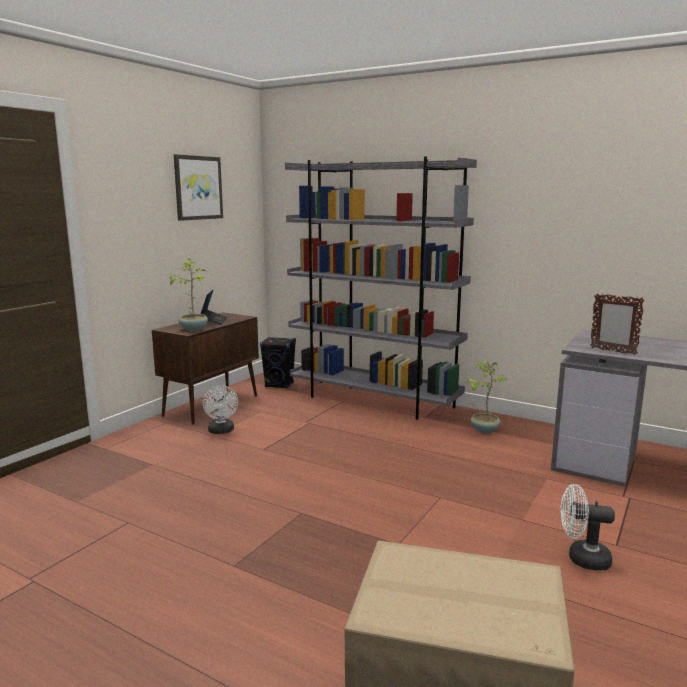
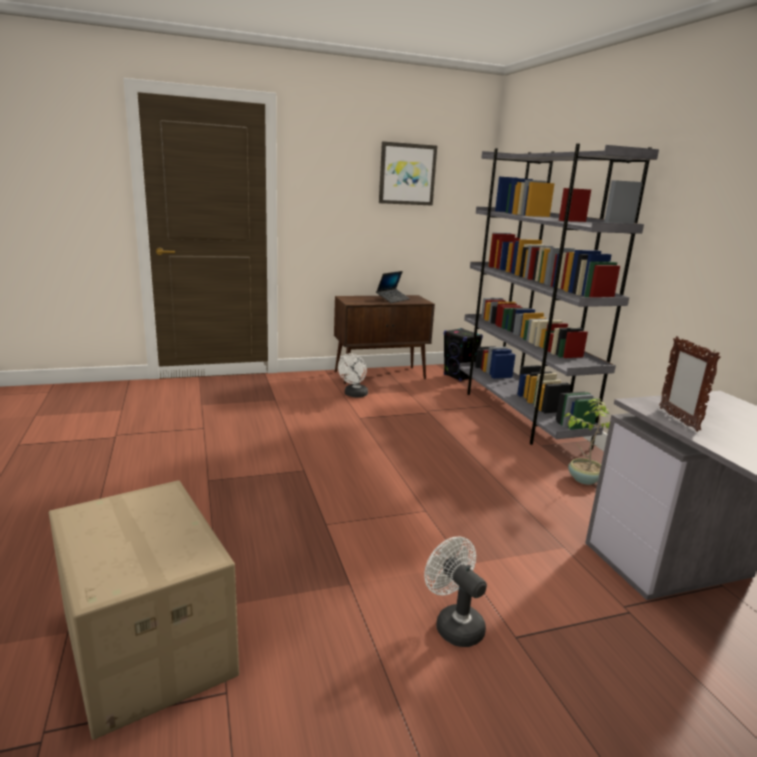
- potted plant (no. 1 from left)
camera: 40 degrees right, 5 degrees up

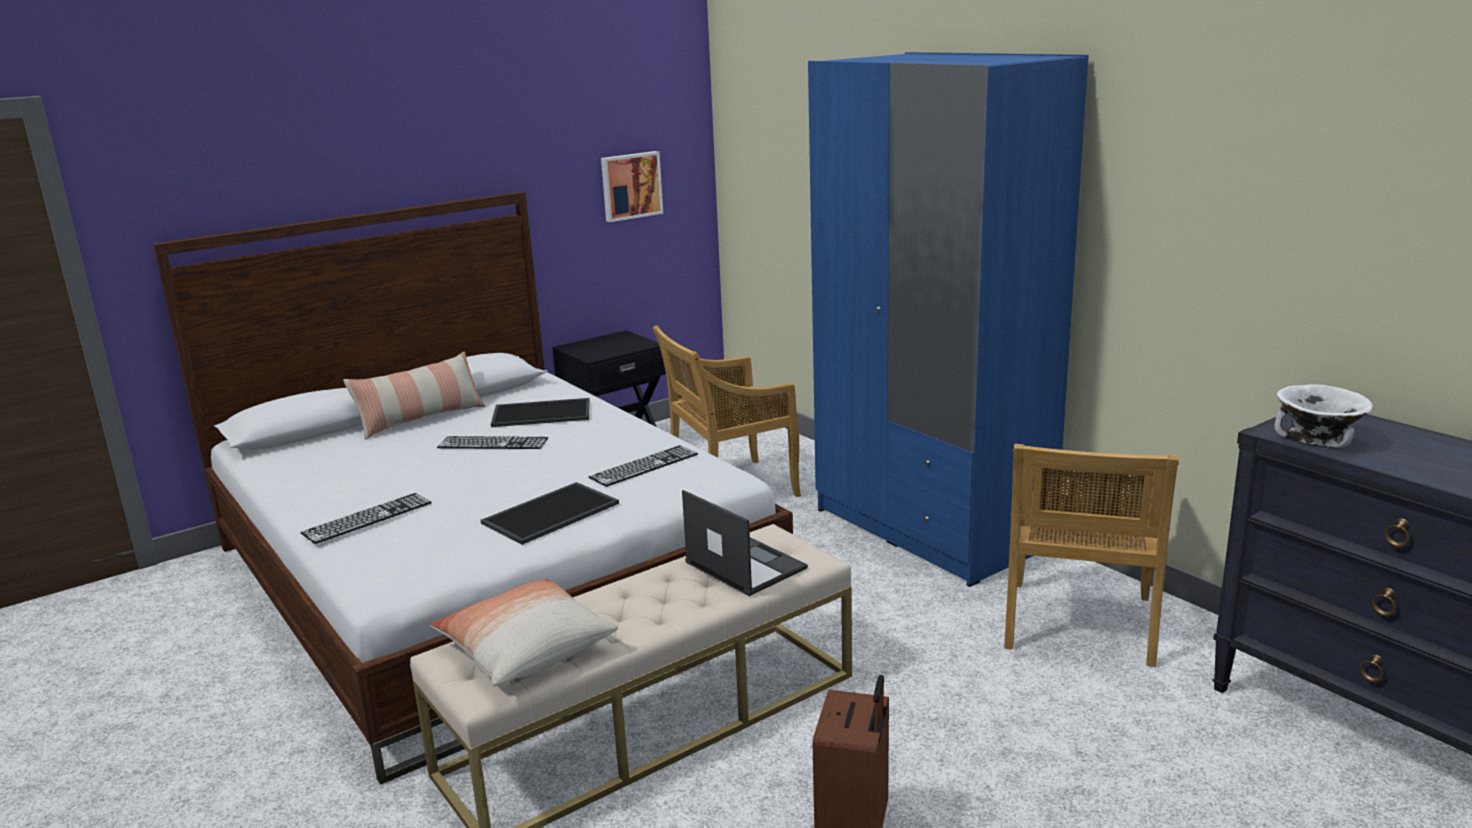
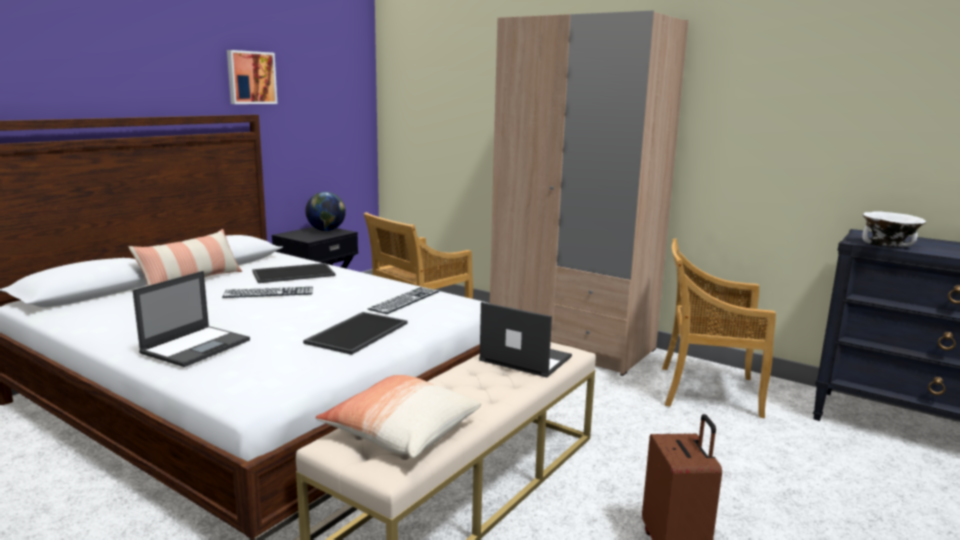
~ keyboard (no. 1 from left) to laptop (no. 1 from left)
~ picture
+ globe
~ blue wardrobe to beige wardrobe
~ beige chair (no. 2 from left) 105 degrees clockwise
camera: 20 degrees left, 5 degrees down

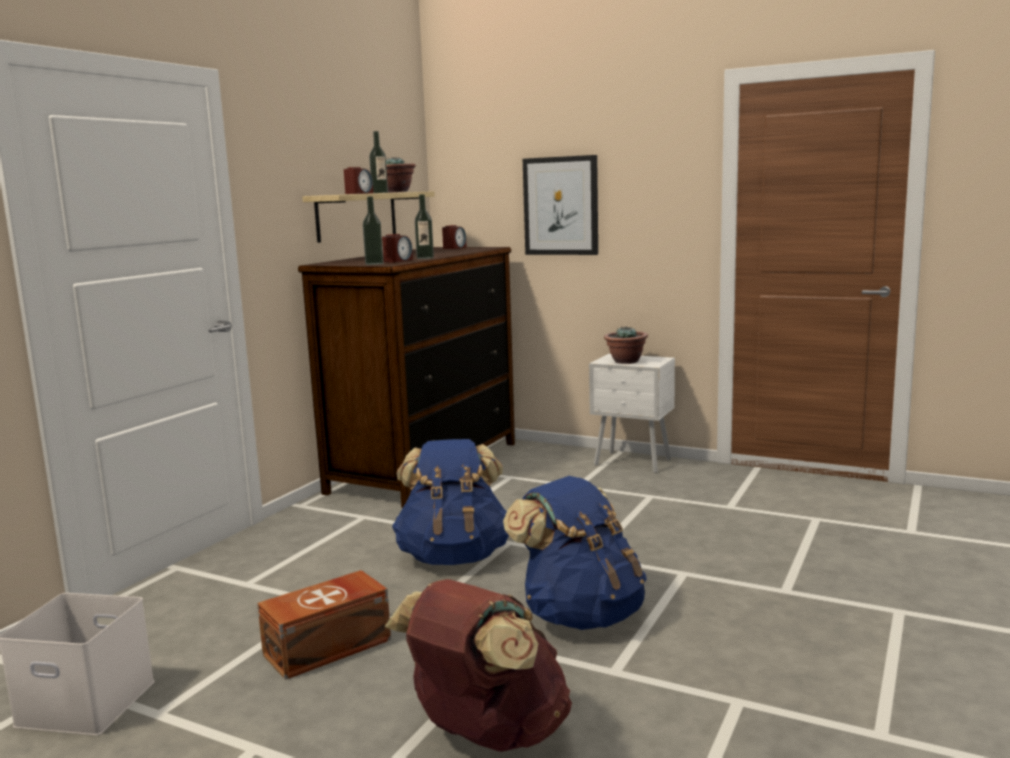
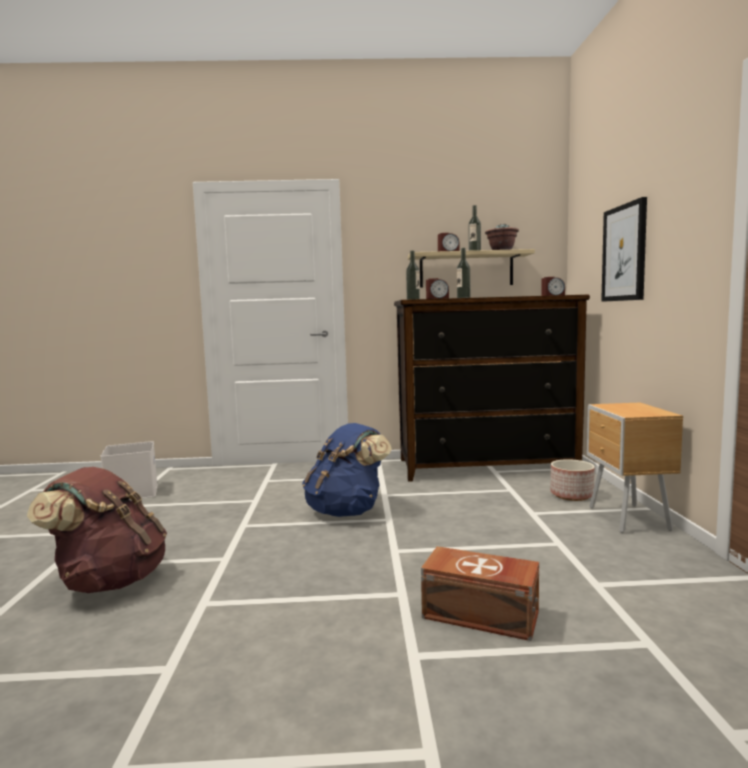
~ brown storage box
+ planter
~ white nightstand to brown nightstand
- blue backpack (no. 2 from left)
- potted plant (no. 2 from left)
camera: 60 degrees right, 5 degrees down

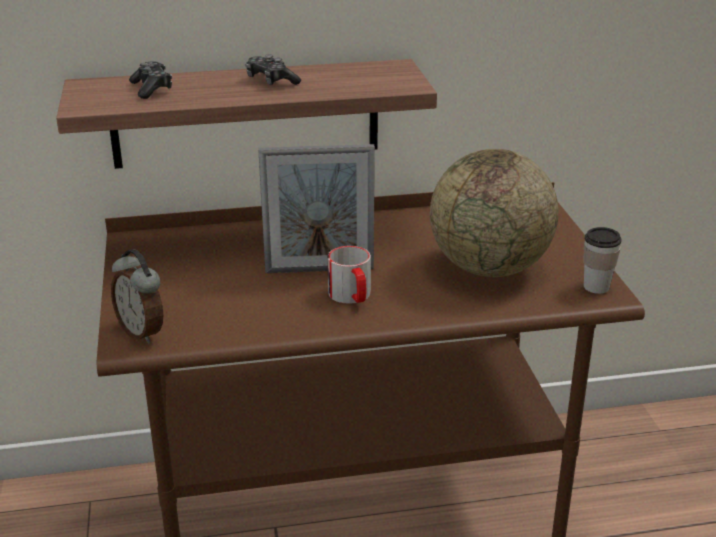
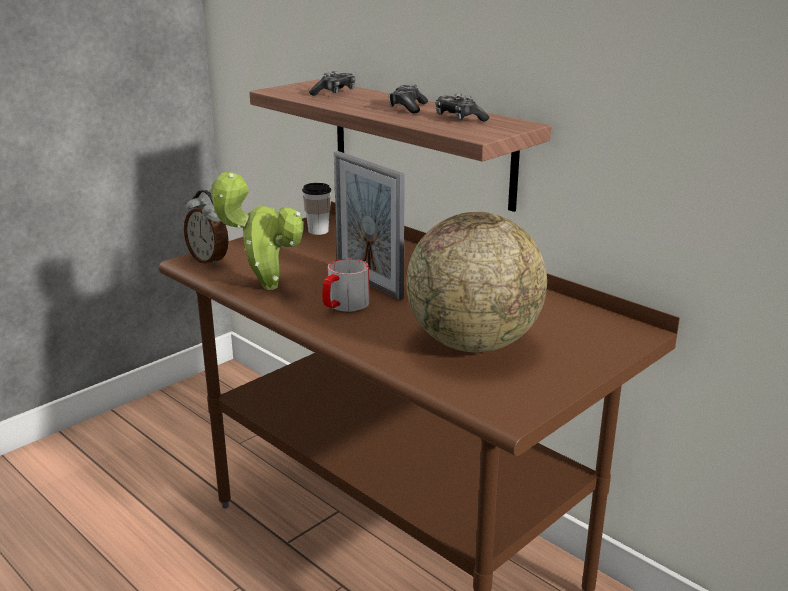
~ alarm clock 60 degrees counterclockwise
+ potted plant
~ cup
+ game controller (no. 3 from left)
camera: 55 degrees right, 5 degrees down

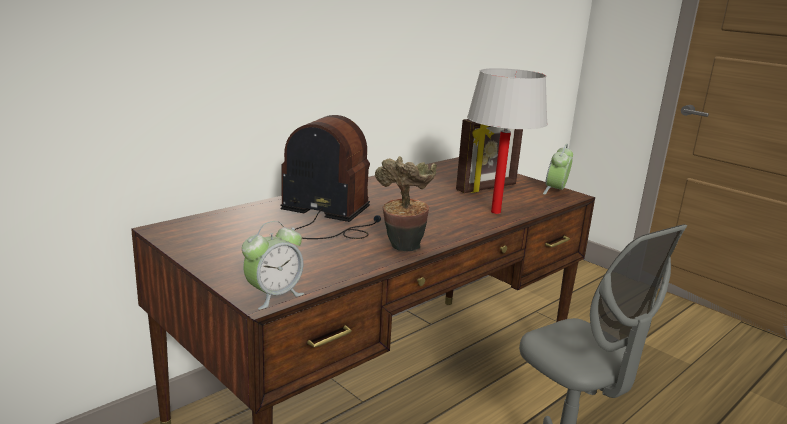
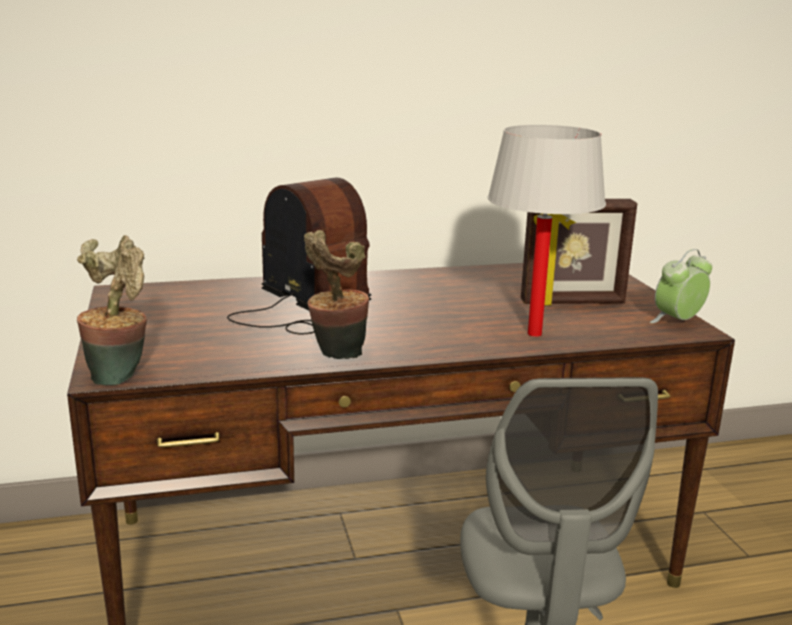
~ alarm clock (no. 1 from left) to potted plant (no. 1 from left)
camera: 30 degrees right, 0 degrees up

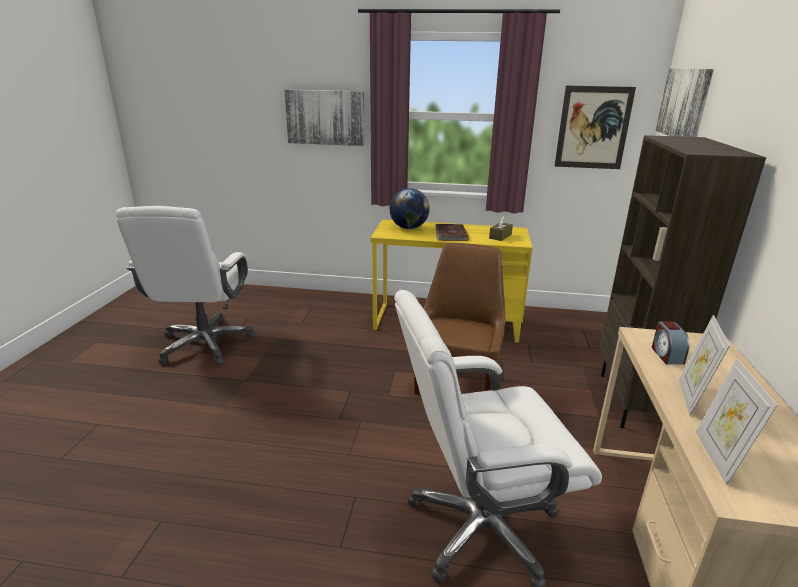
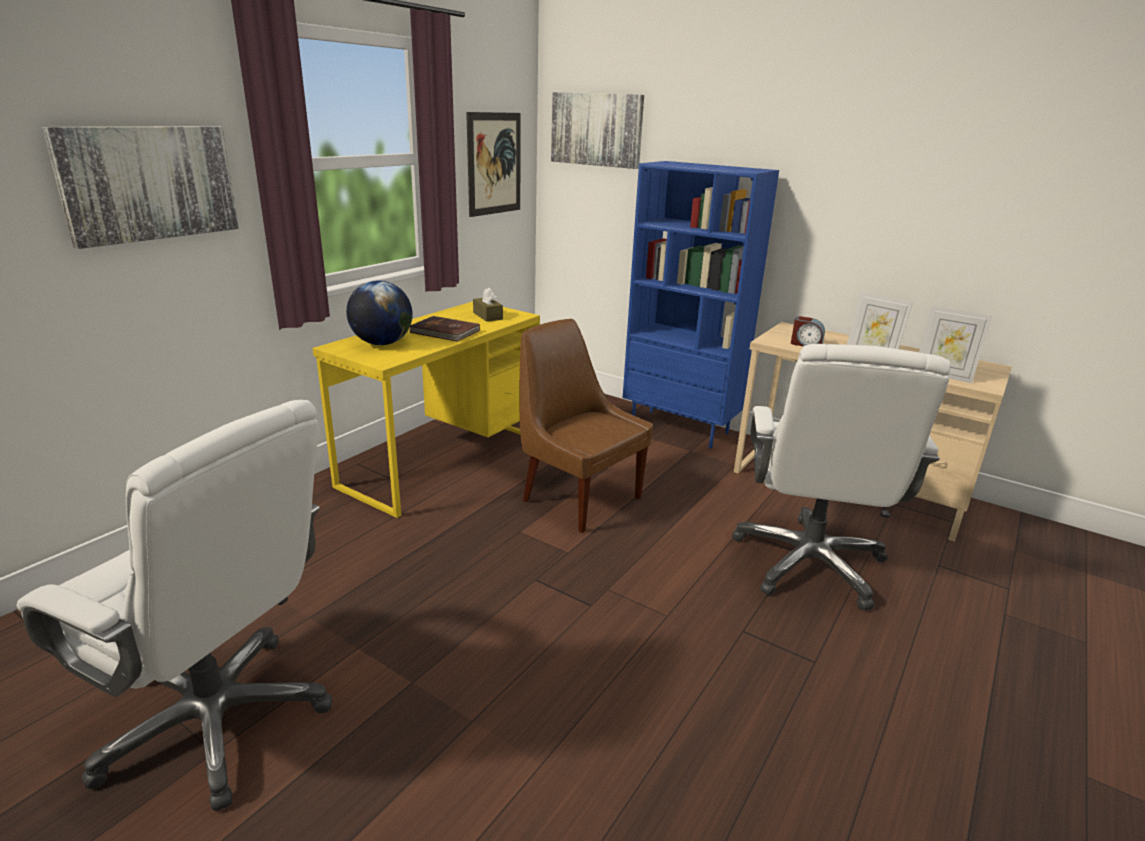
~ brown bookcase to blue bookcase
camera: 65 degrees left, 0 degrees up

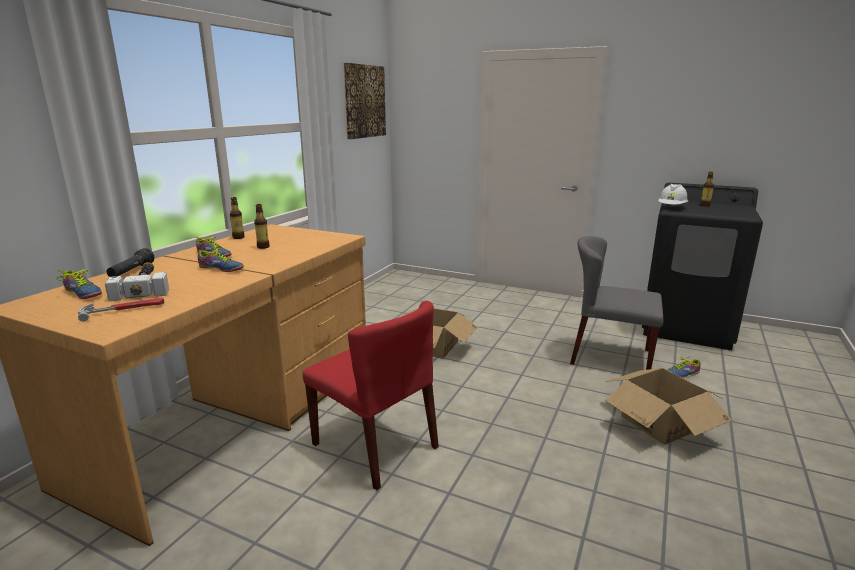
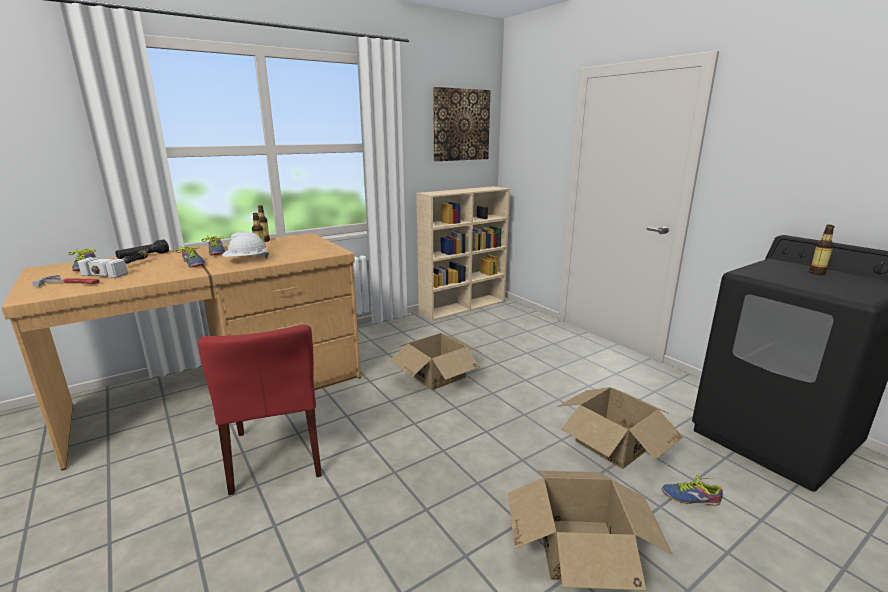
~ white hard hat
+ beige bookcase
~ grey chair to cardboard box (no. 3 from left)
camera: 30 degrees right, 0 degrees up

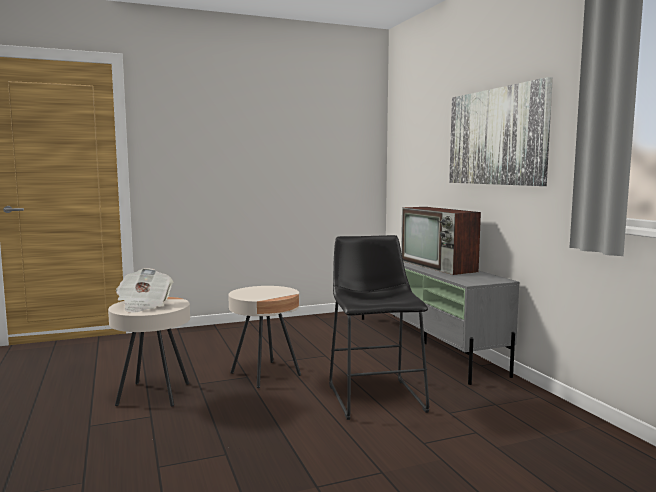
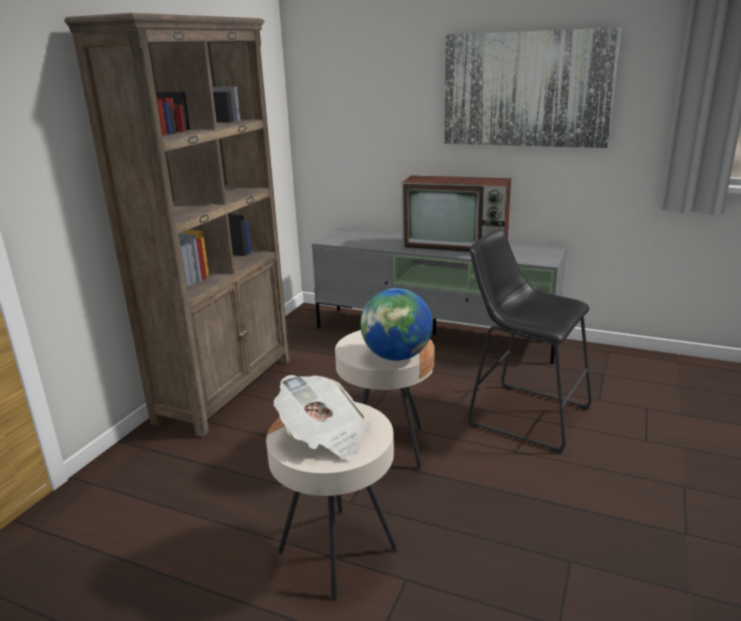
+ brown bookcase
+ globe
camera: 45 degrees left, 15 degrees up

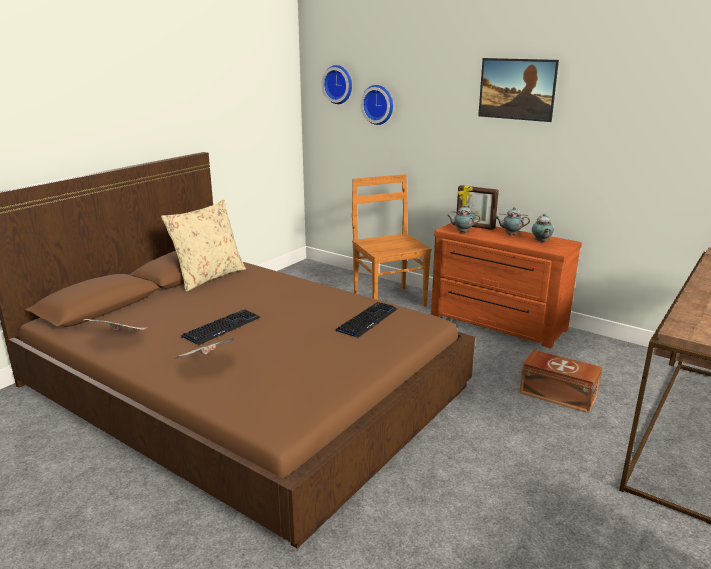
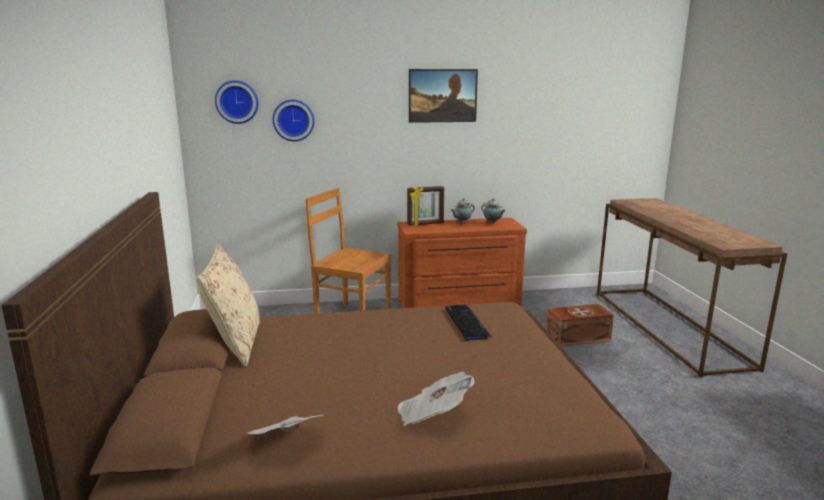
- keyboard (no. 1 from left)
- teapot (no. 1 from left)
camera: 45 degrees left, 5 degrees down

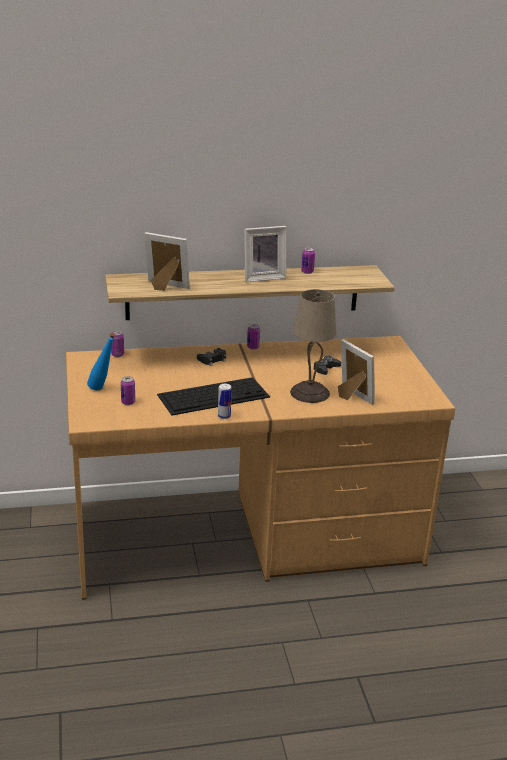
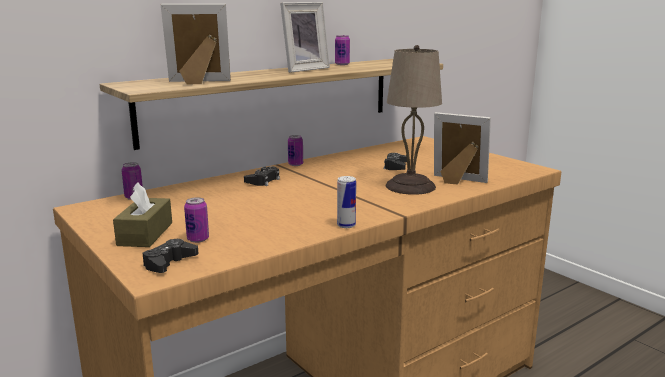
~ blue bottle to brown tissue box
+ black game controller (no. 1 from left)
- keyboard
camera: 25 degrees left, 10 degrees down

